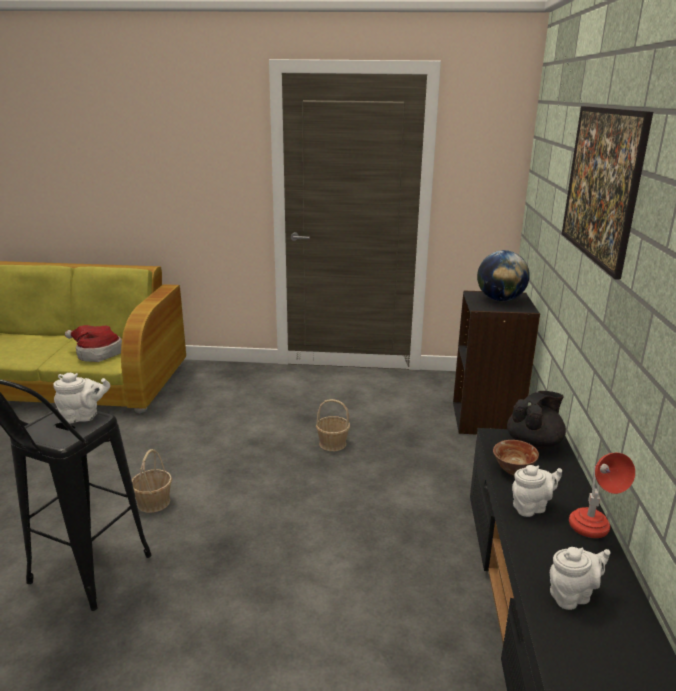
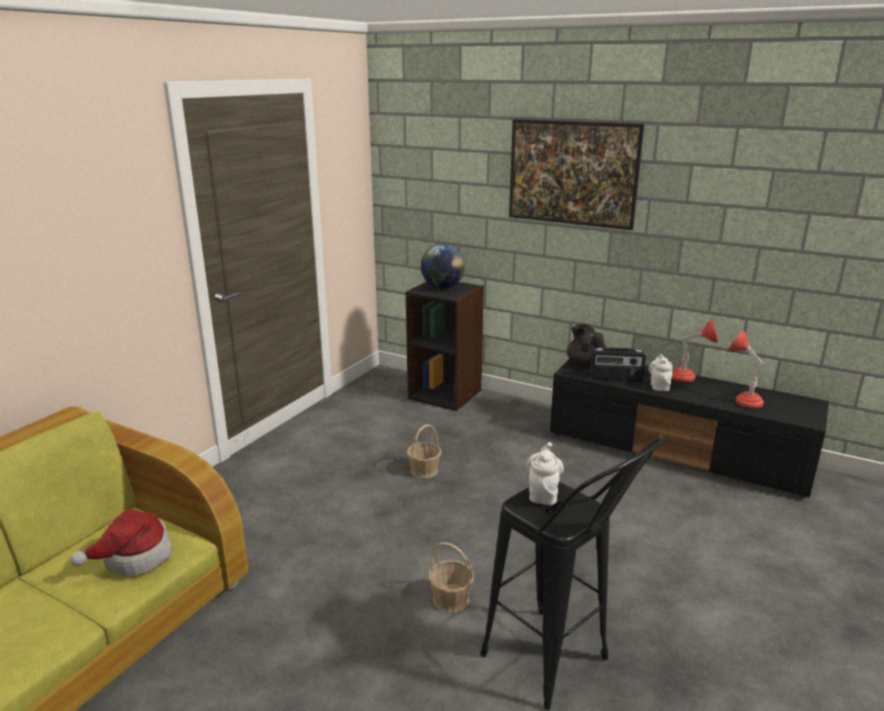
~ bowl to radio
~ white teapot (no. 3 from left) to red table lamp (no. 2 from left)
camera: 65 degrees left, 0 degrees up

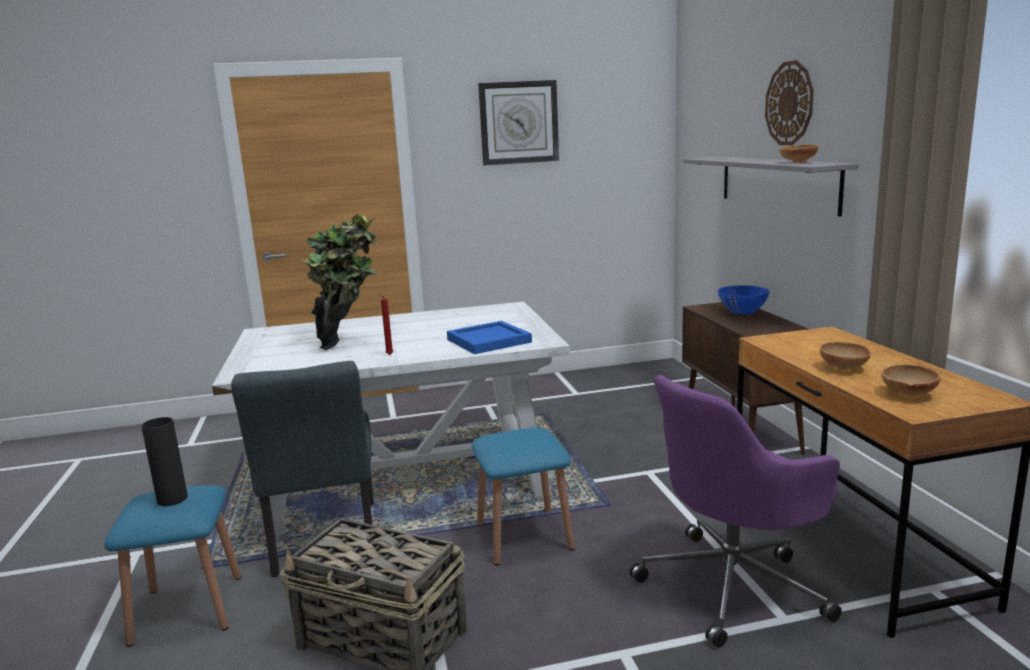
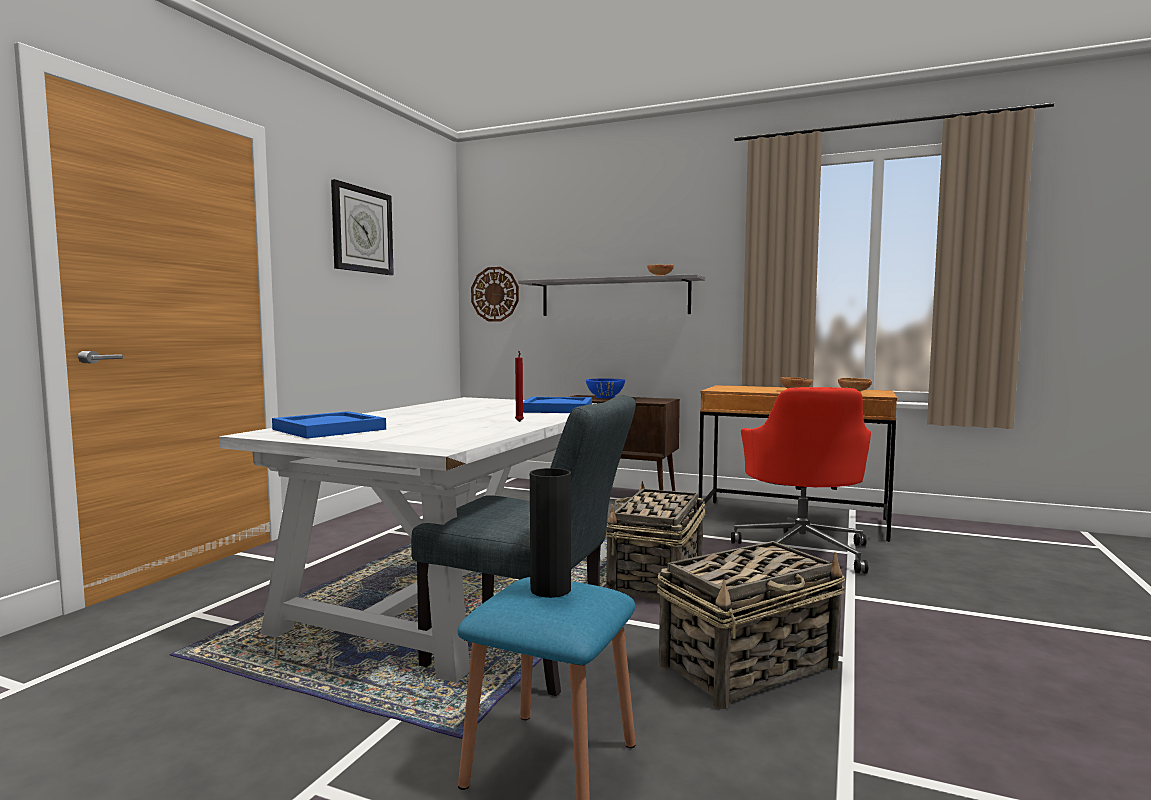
+ blue tray (no. 1 from left)
~ wall clock (no. 2 from left)
~ blue stool (no. 2 from left) to basket (no. 1 from left)
~ purple office chair to red office chair
- potted plant
camera: 55 degrees left, 10 degrees down

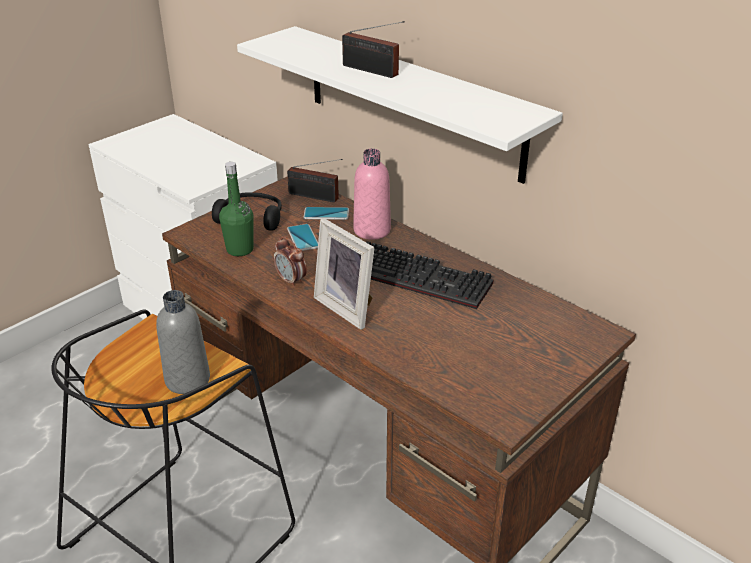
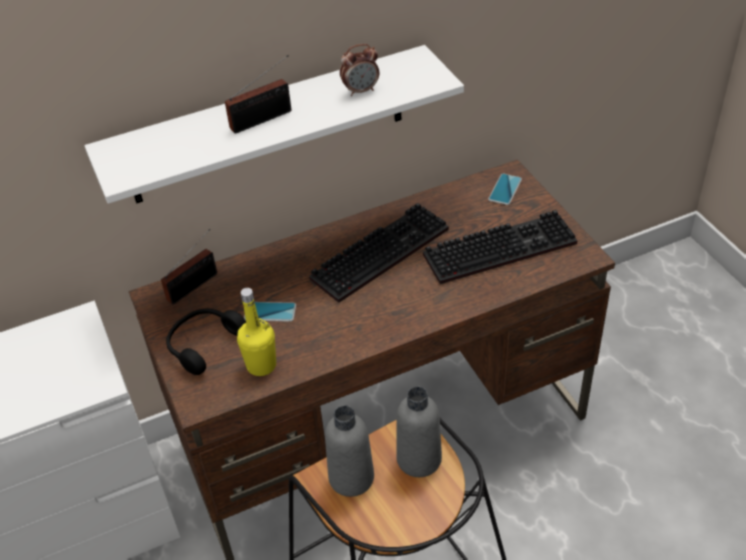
~ green bottle to yellow bottle
+ grey bottle (no. 1 from left)
~ alarm clock
+ keyboard (no. 2 from left)
~ phone (no. 2 from left)
- picture frame
- pink bottle
camera: 65 degrees left, 10 degrees up

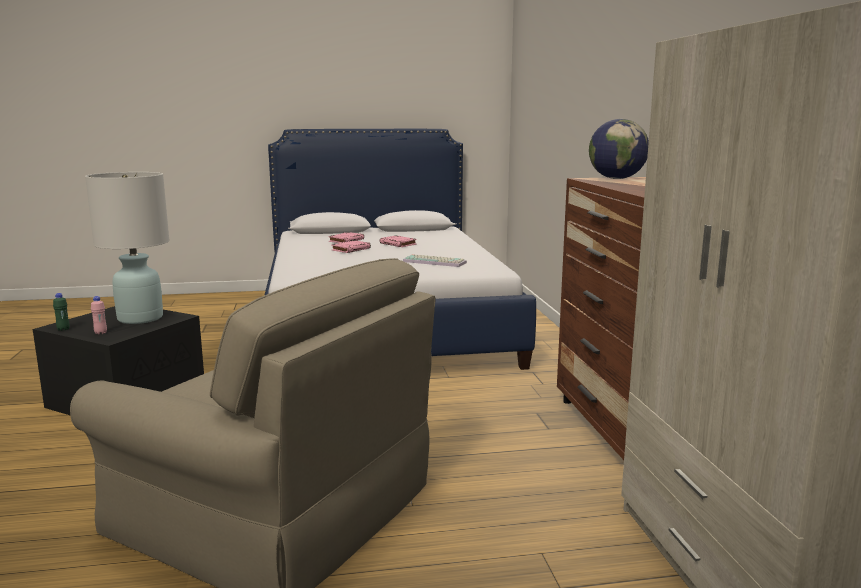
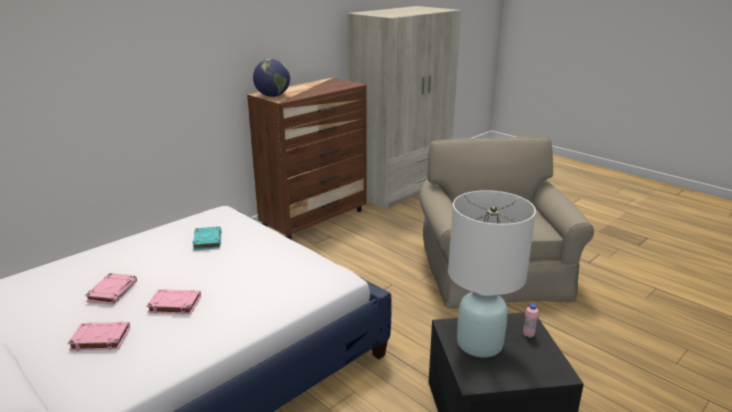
~ keyboard to turquoise book
- green bottle
camera: 125 degrees left, 10 degrees up

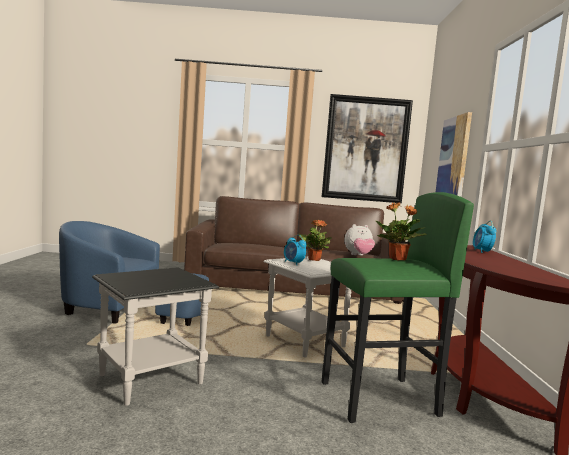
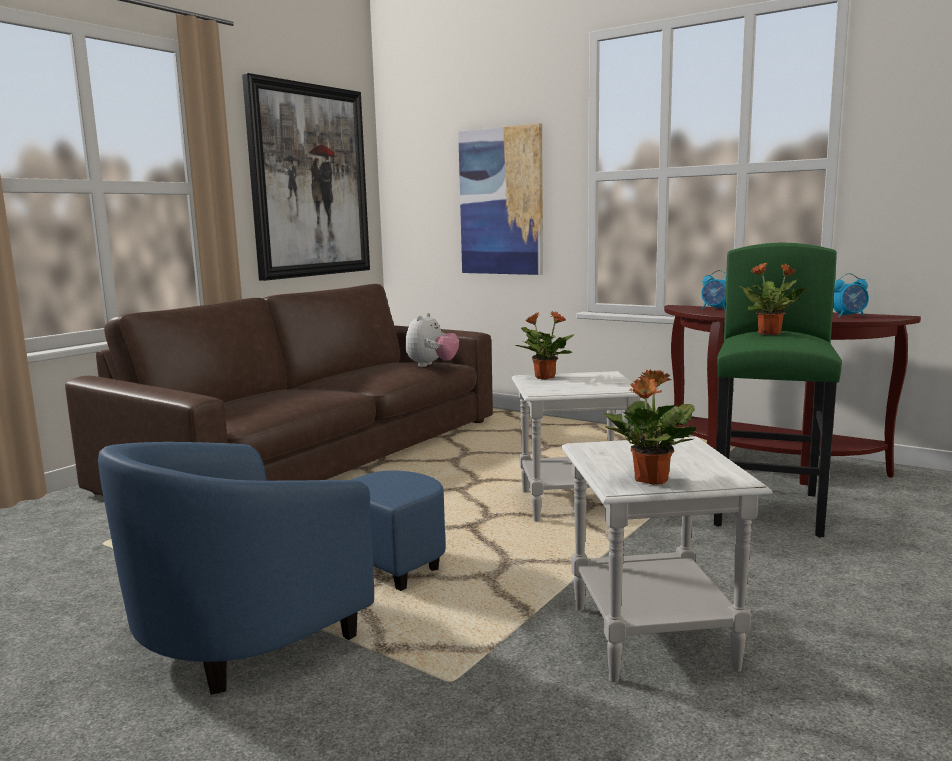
~ black side table to white side table (no. 2 from left)
+ potted plant (no. 2 from left)
~ alarm clock (no. 1 from left in the first image) to alarm clock (no. 2 from left)
camera: 55 degrees left, 5 degrees up

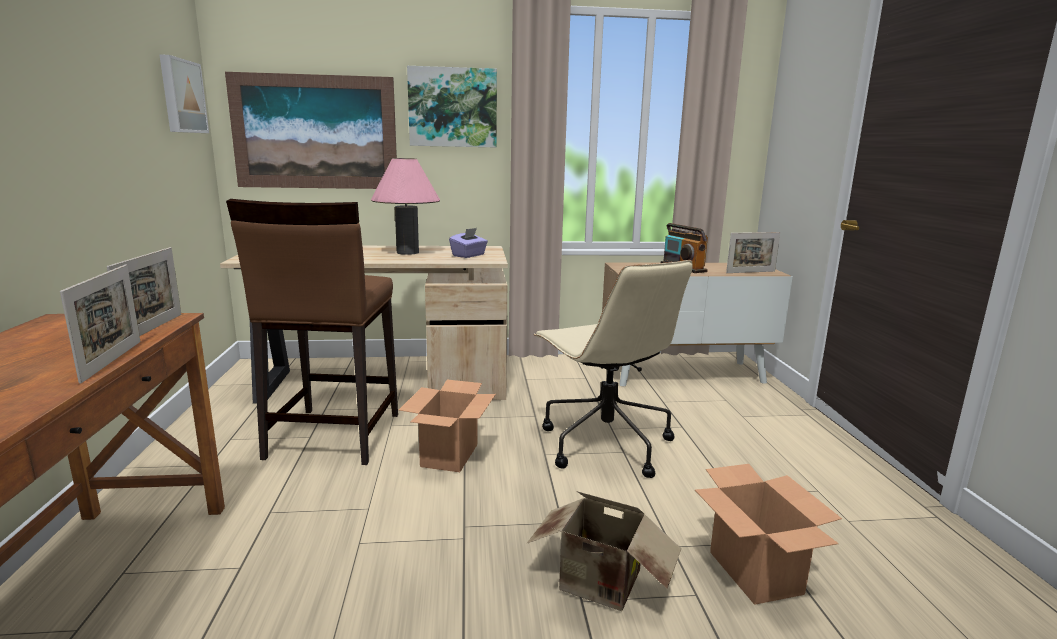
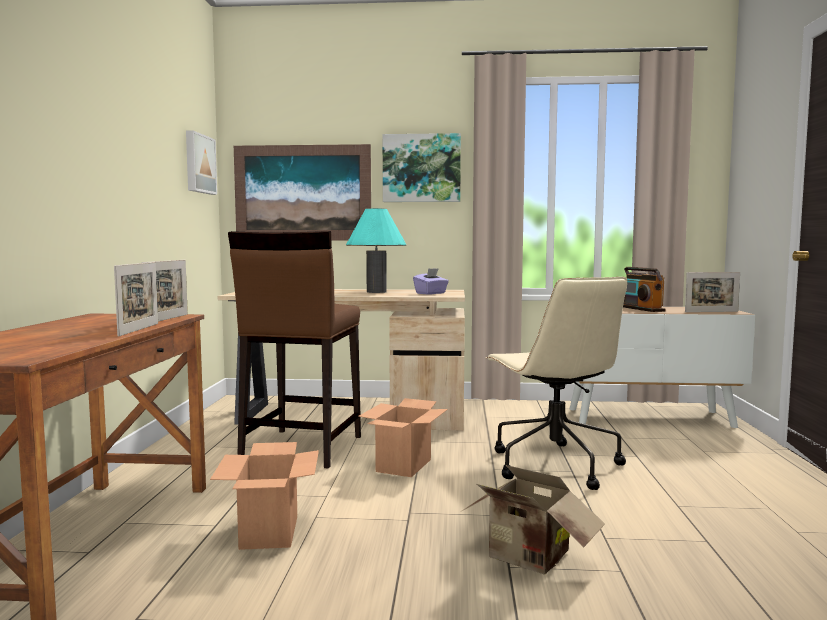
~ cardboard box (no. 3 from left in the first image) to cardboard box (no. 1 from left)
~ pink table lamp to turquoise table lamp
camera: 10 degrees right, 10 degrees down

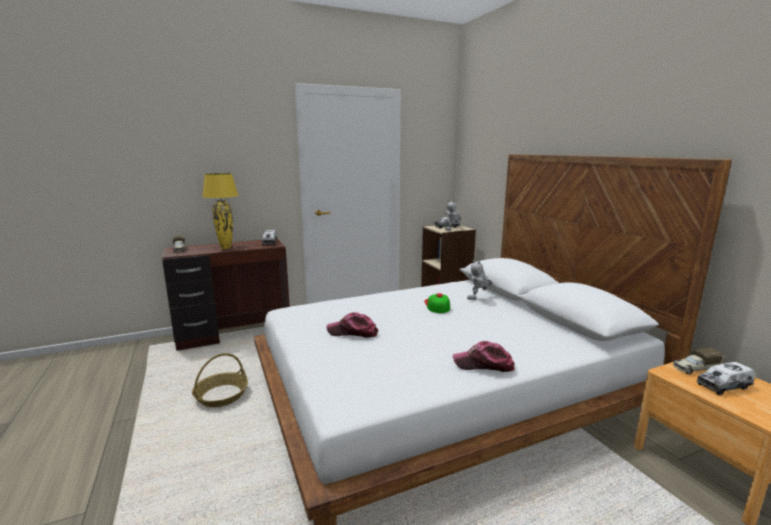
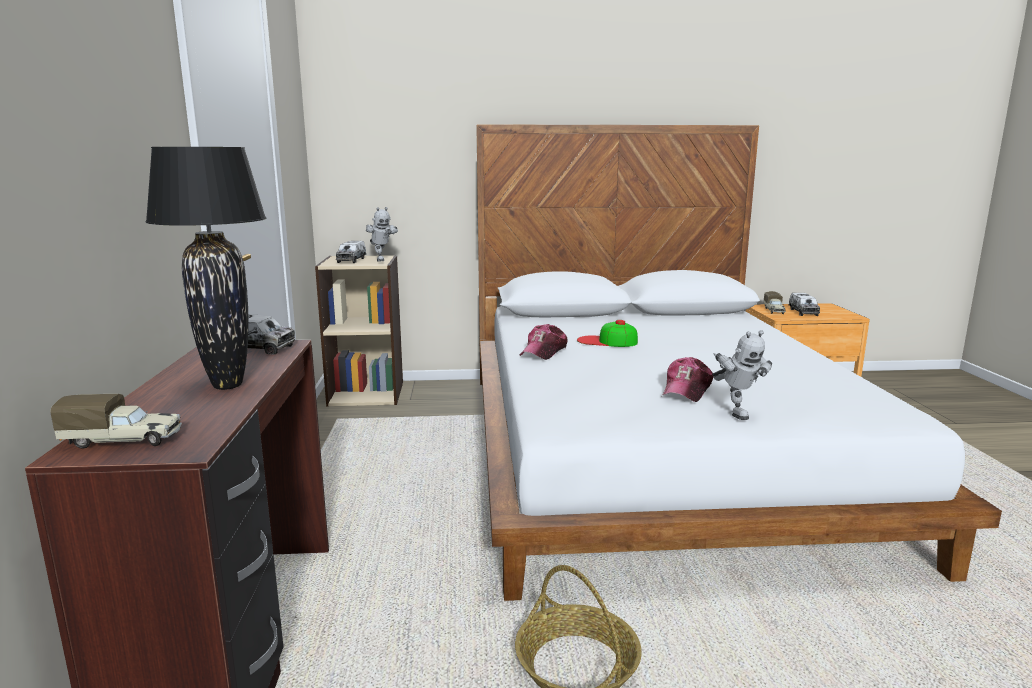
~ yellow table lamp to black table lamp
~ cap (no. 3 from left in the first image) to cap (no. 1 from left)
~ toy robot (no. 2 from left)
camera: 70 degrees left, 0 degrees up

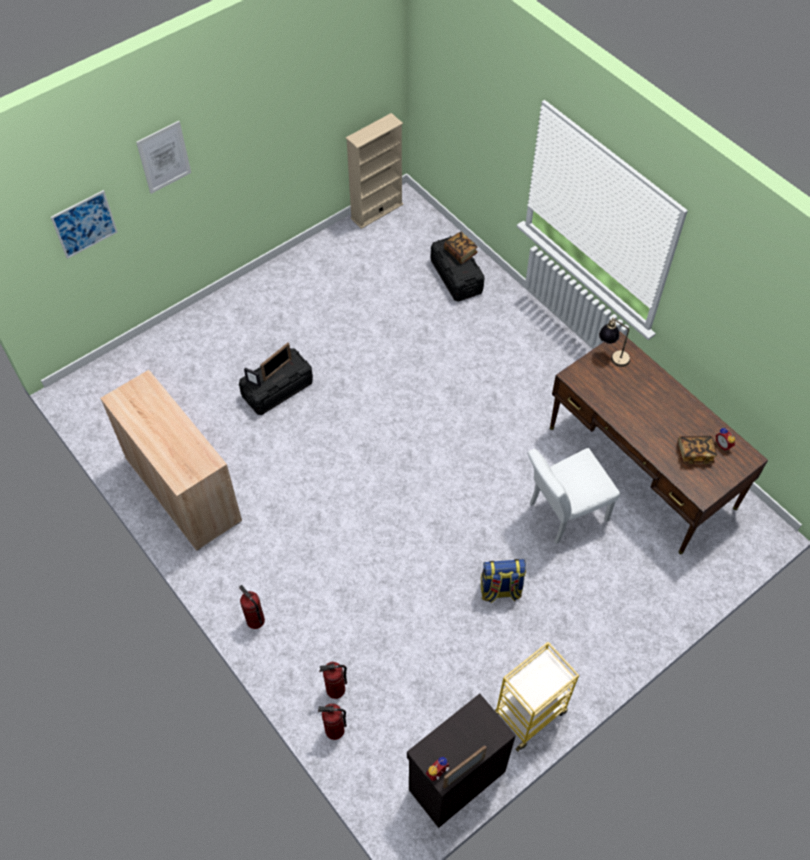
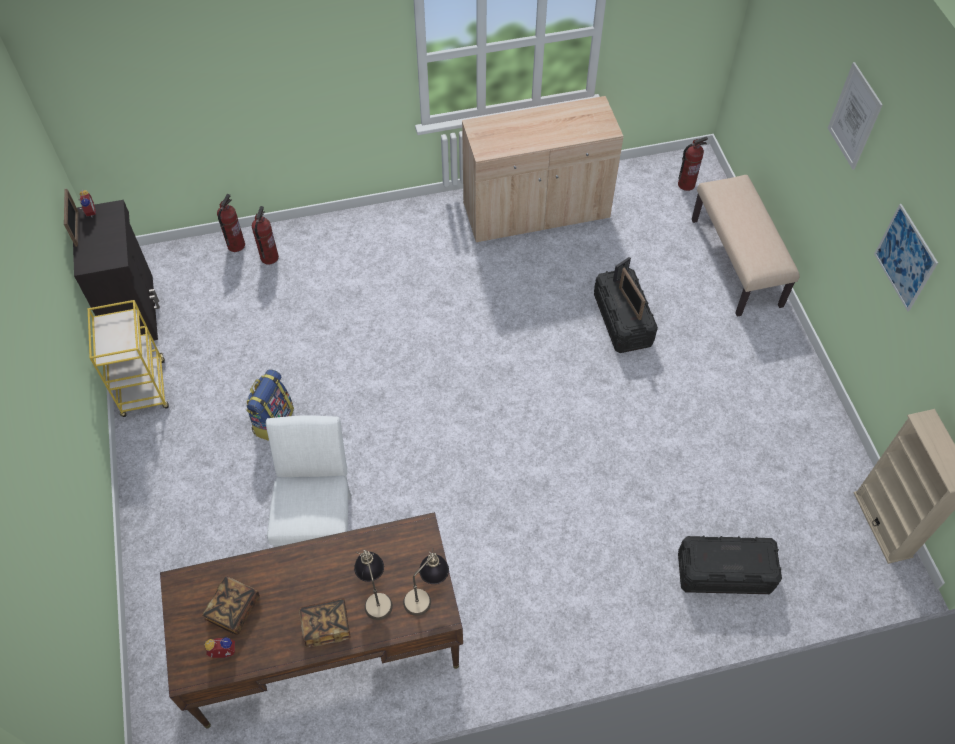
~ book (no. 1 from left in the first image) to book (no. 2 from left)
+ table lamp (no. 1 from left)
~ fire extinguisher (no. 1 from left in the first image) to fire extinguisher (no. 3 from left)
+ beige bench
~ picture (no. 1 from left in the first image) to picture (no. 2 from left)
camera: 115 degrees right, 0 degrees up

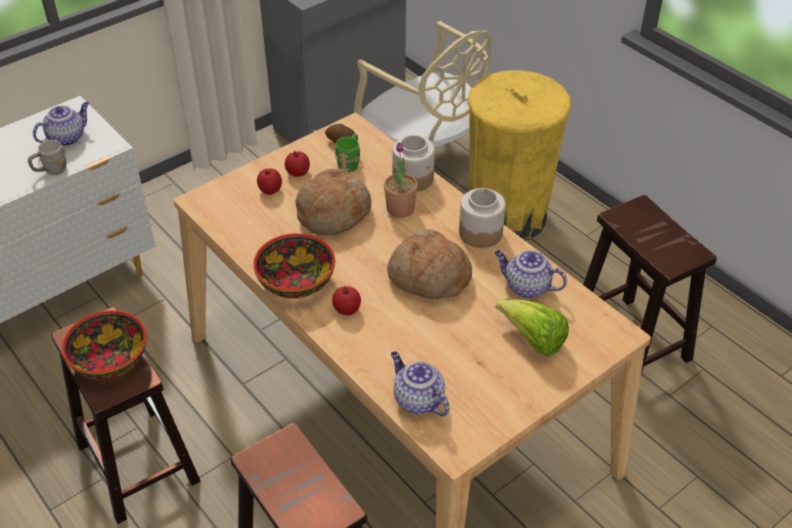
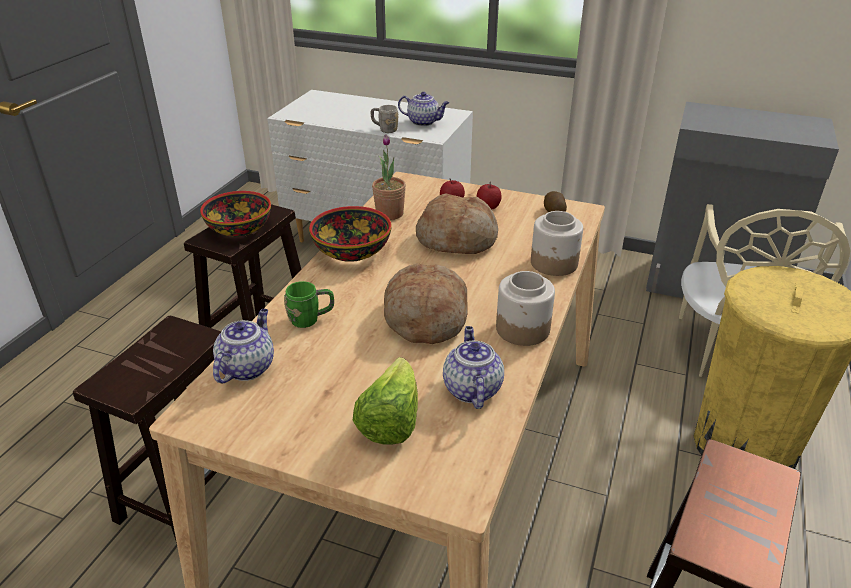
~ green mug
~ potted plant
- apple (no. 3 from left)
camera: 60 degrees right, 10 degrees down

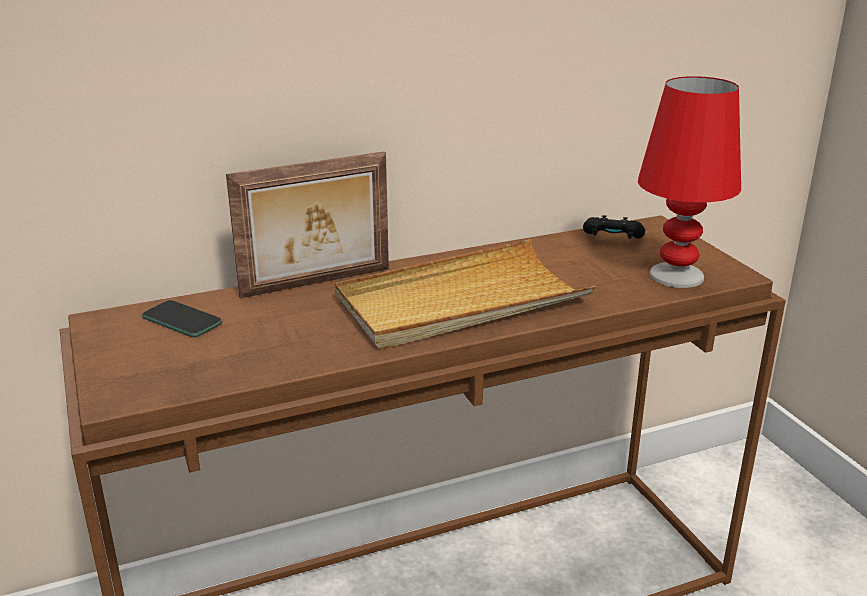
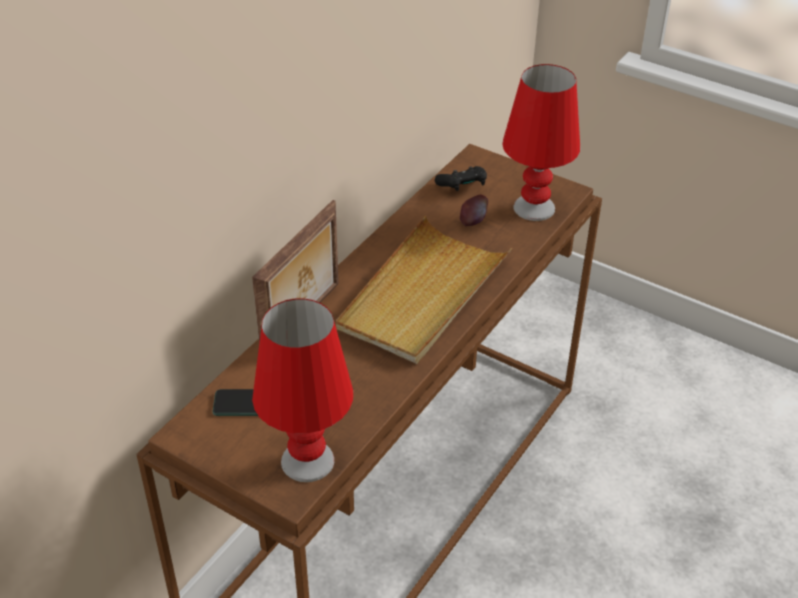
+ red table lamp (no. 1 from left)
+ apple
camera: 35 degrees left, 15 degrees up

